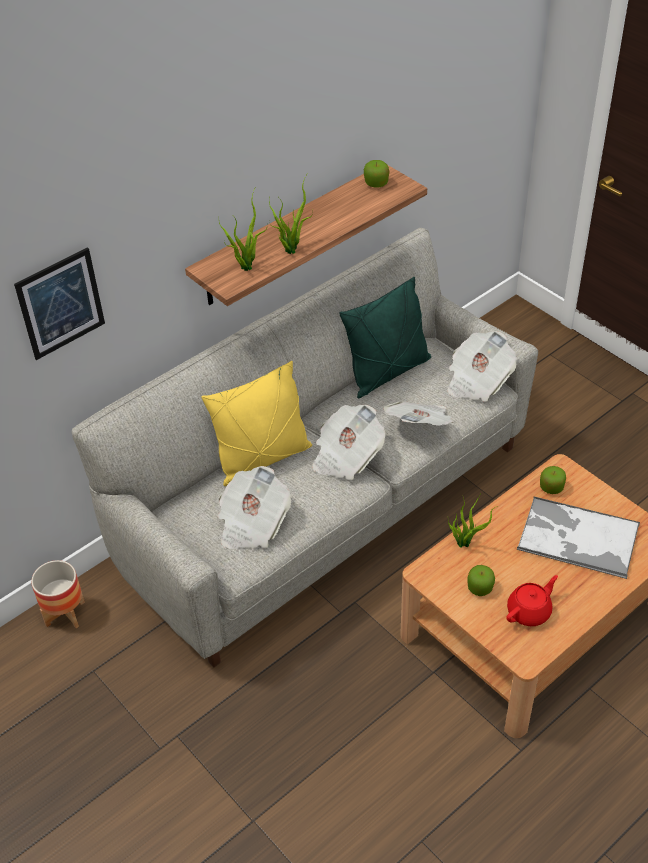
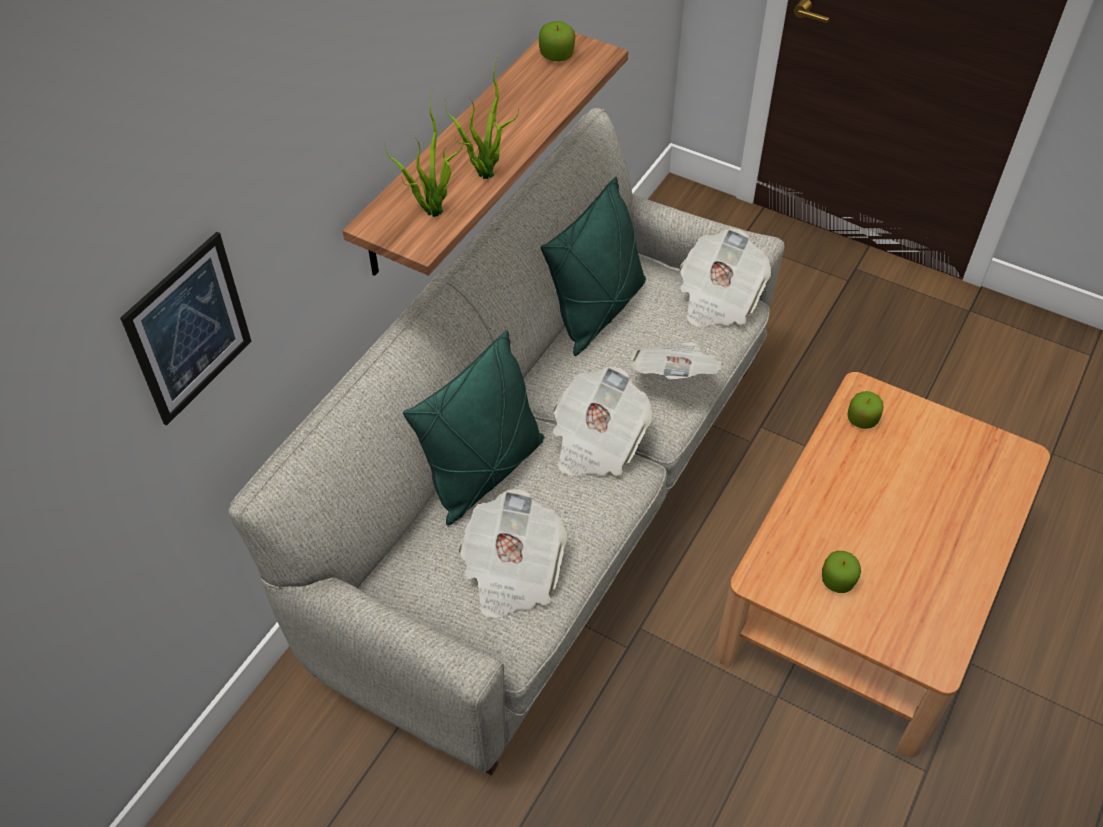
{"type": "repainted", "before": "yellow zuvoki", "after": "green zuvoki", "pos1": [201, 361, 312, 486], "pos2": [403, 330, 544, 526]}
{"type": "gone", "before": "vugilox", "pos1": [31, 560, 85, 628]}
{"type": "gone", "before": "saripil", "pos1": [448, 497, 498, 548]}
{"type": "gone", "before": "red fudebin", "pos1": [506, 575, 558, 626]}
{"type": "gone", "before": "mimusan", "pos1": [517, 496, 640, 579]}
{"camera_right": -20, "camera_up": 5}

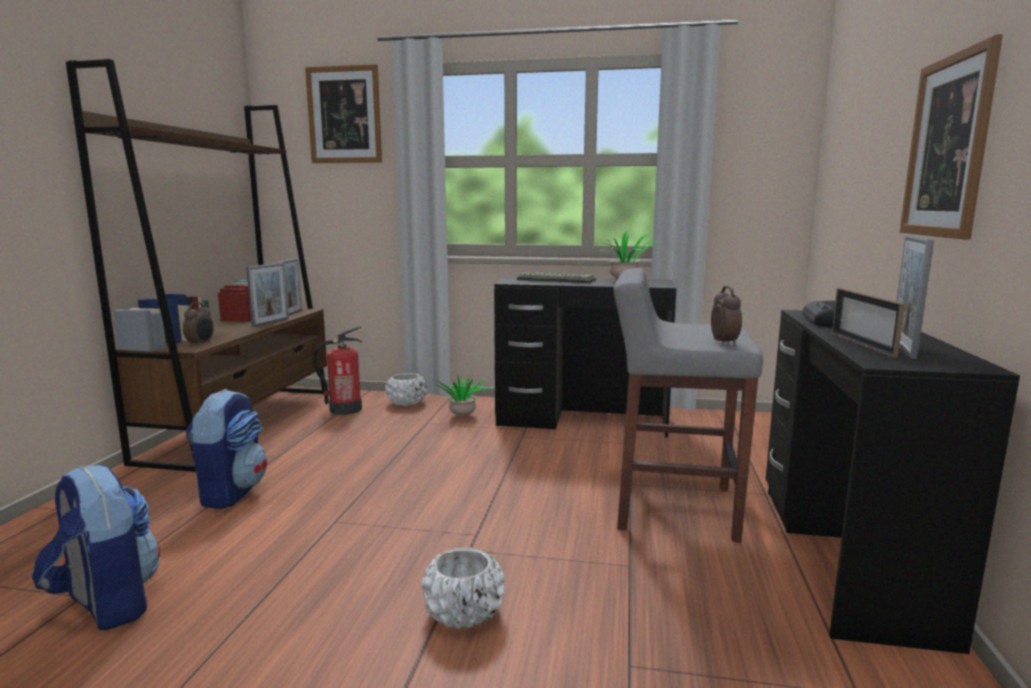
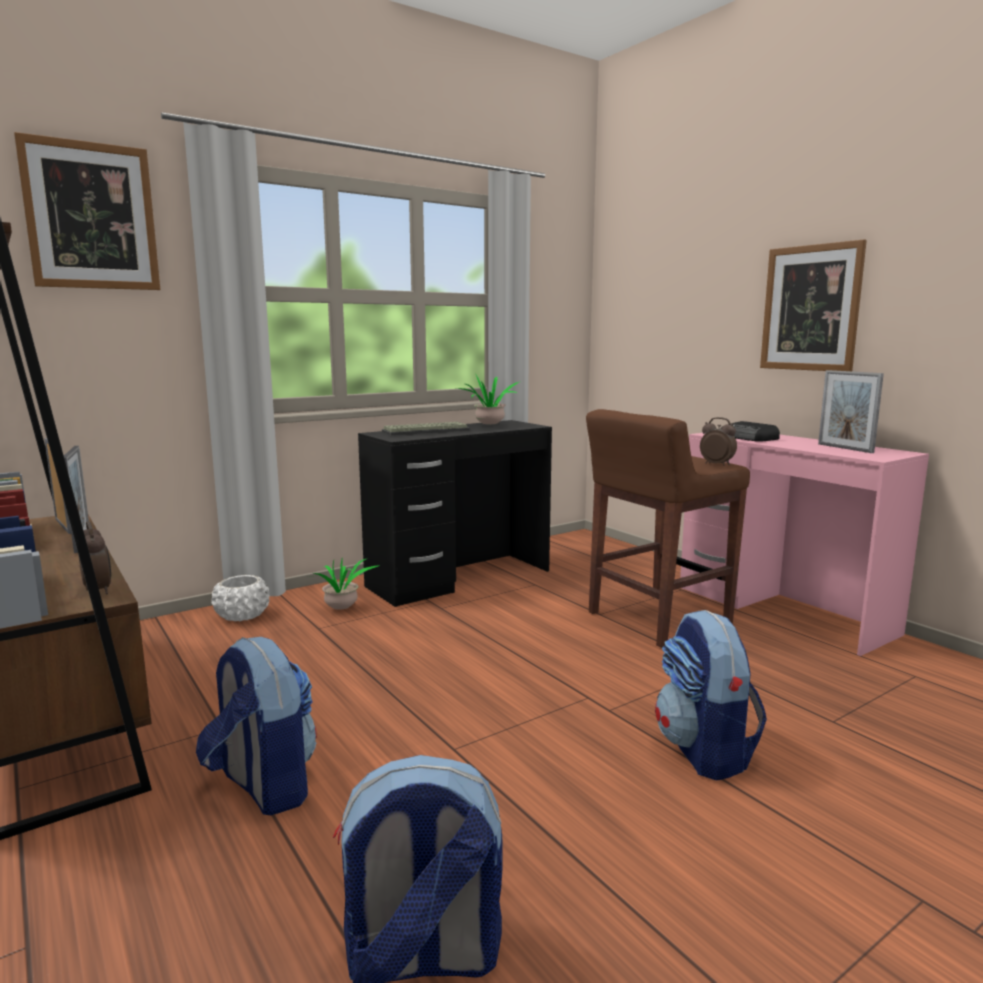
{"type": "repainted", "before": "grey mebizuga", "after": "brown mebizuga", "pos1": [614, 268, 763, 542], "pos2": [586, 409, 750, 648]}
{"type": "swapped", "before": "white vugilox", "after": "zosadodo", "pos1": [421, 547, 505, 629], "pos2": [655, 610, 767, 781]}
{"type": "repainted", "before": "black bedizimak", "after": "pink bedizimak", "pos1": [766, 310, 1020, 654], "pos2": [680, 433, 929, 656]}
{"type": "gone", "before": "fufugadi", "pos1": [313, 326, 362, 415]}
{"type": "gone", "before": "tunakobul", "pos1": [832, 288, 905, 358]}
{"camera_right": -45, "camera_up": 0}

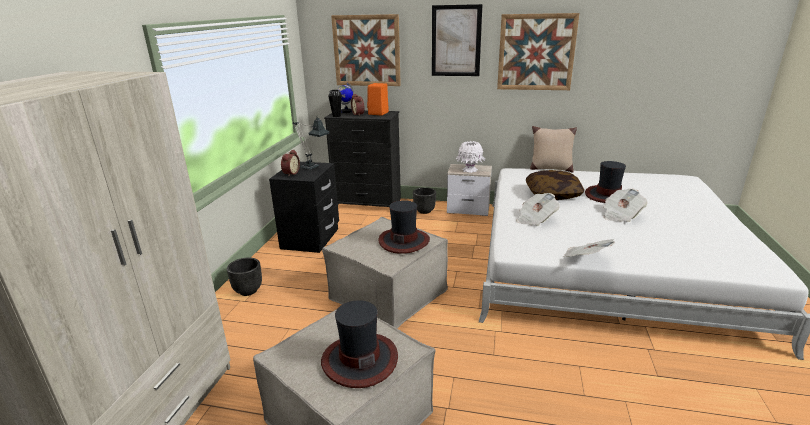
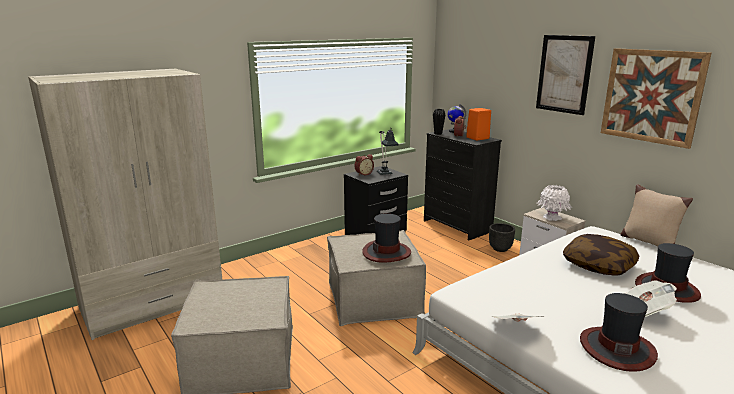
{"type": "shifted", "before": "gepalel", "pos1": [321, 300, 398, 388], "pos2": [580, 293, 658, 372]}
{"type": "gone", "before": "black vugilox", "pos1": [227, 257, 262, 296]}
{"type": "gone", "before": "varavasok", "pos1": [331, 14, 401, 86]}
{"type": "gone", "before": "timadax", "pos1": [516, 193, 560, 226]}
{"camera_right": 40, "camera_up": -5}

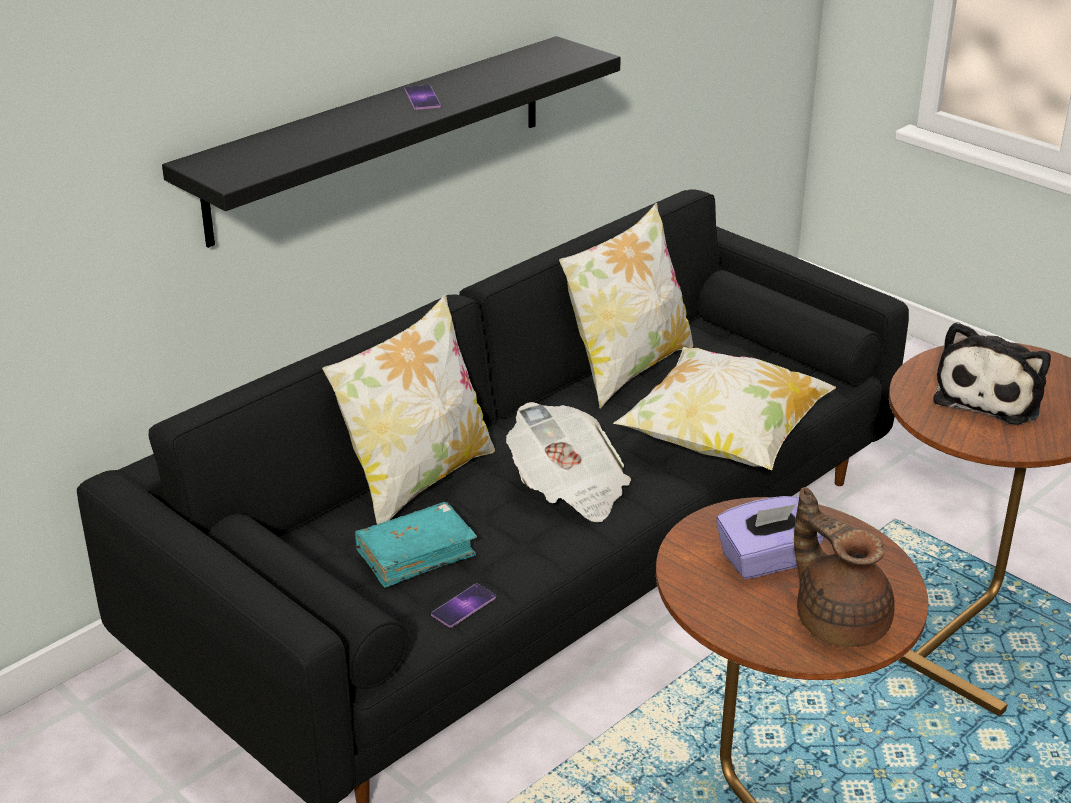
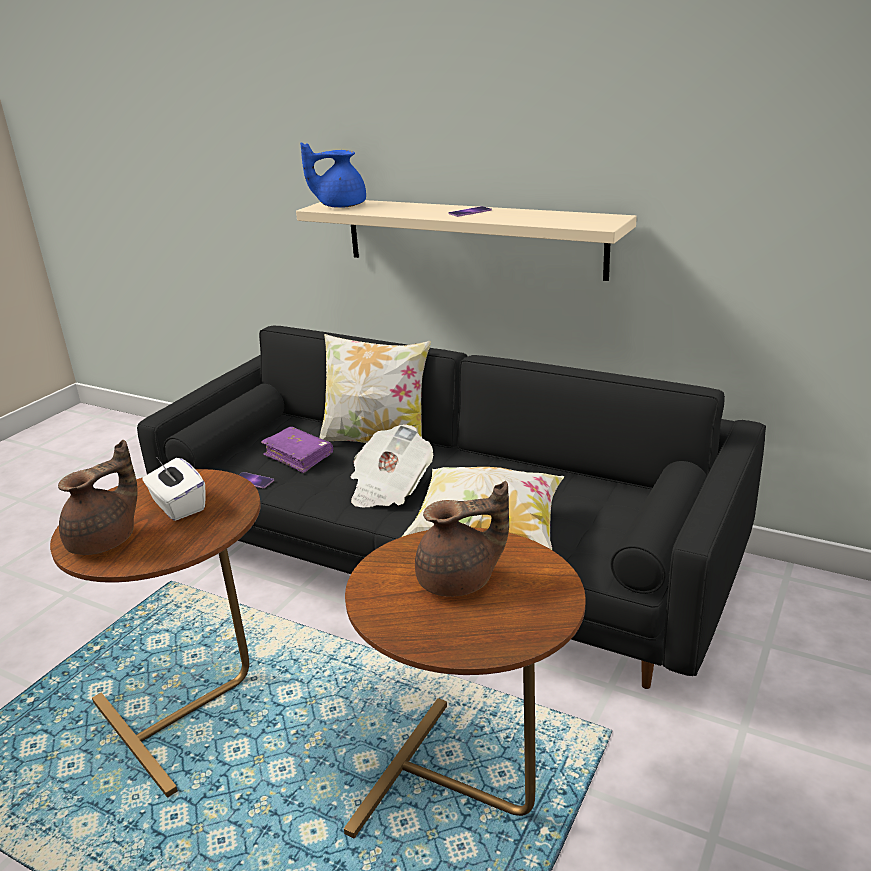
{"type": "repainted", "before": "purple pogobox", "after": "white pogobox", "pos1": [716, 496, 823, 579], "pos2": [142, 458, 206, 521]}
{"type": "repainted", "before": "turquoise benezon", "after": "purple benezon", "pos1": [355, 502, 477, 588], "pos2": [261, 427, 333, 473]}
{"type": "repainted", "before": "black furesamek", "after": "beige furesamek", "pos1": [162, 36, 621, 248], "pos2": [296, 200, 637, 281]}
{"type": "new", "after": "blue fudebin", "pos2": [300, 142, 366, 208]}
{"type": "swapped", "before": "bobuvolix", "after": "brown fudebin", "pos1": [933, 322, 1051, 424], "pos2": [415, 481, 509, 597]}
{"type": "gone", "before": "zuvoki", "pos1": [559, 203, 693, 409]}
{"camera_right": 75, "camera_up": -5}

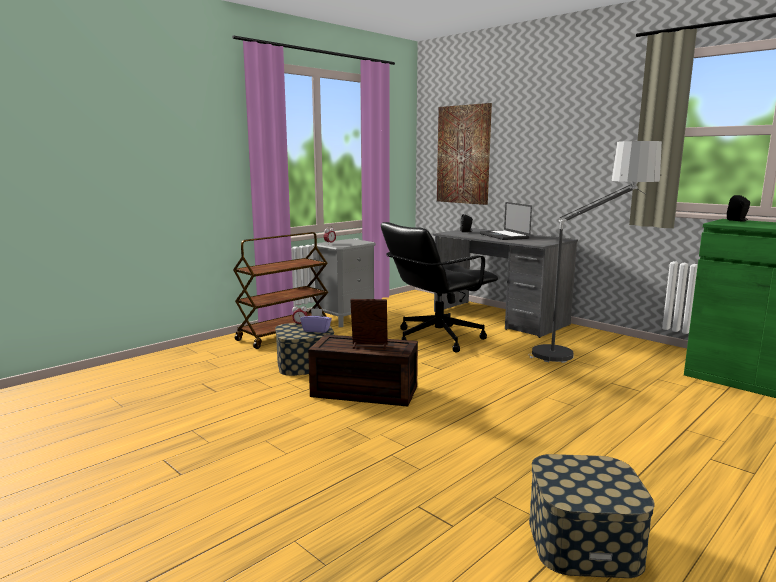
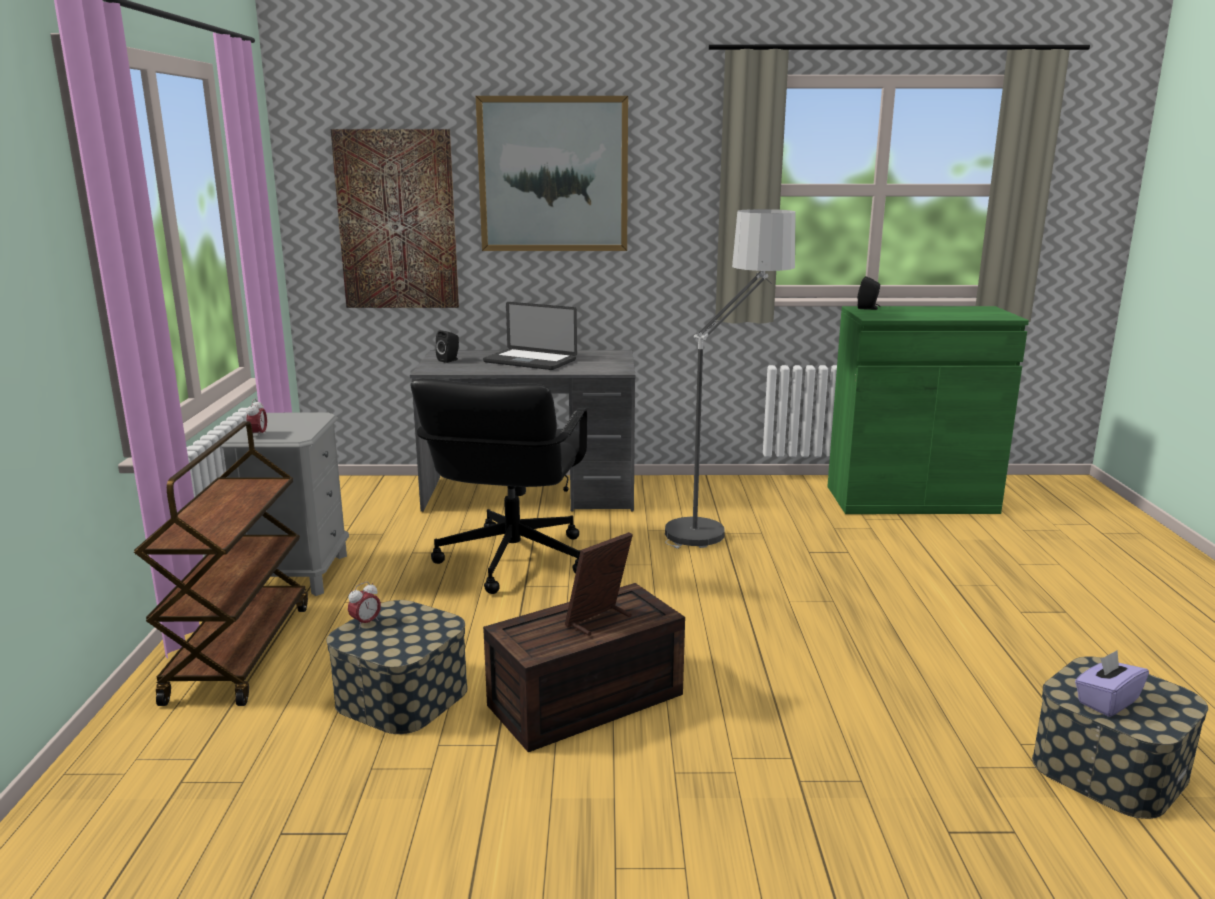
{"type": "new", "after": "varavasok", "pos2": [476, 96, 628, 251]}
{"type": "shifted", "before": "purple pogobox", "pos1": [300, 308, 332, 333], "pos2": [1075, 650, 1149, 717]}
{"camera_right": -45, "camera_up": 5}

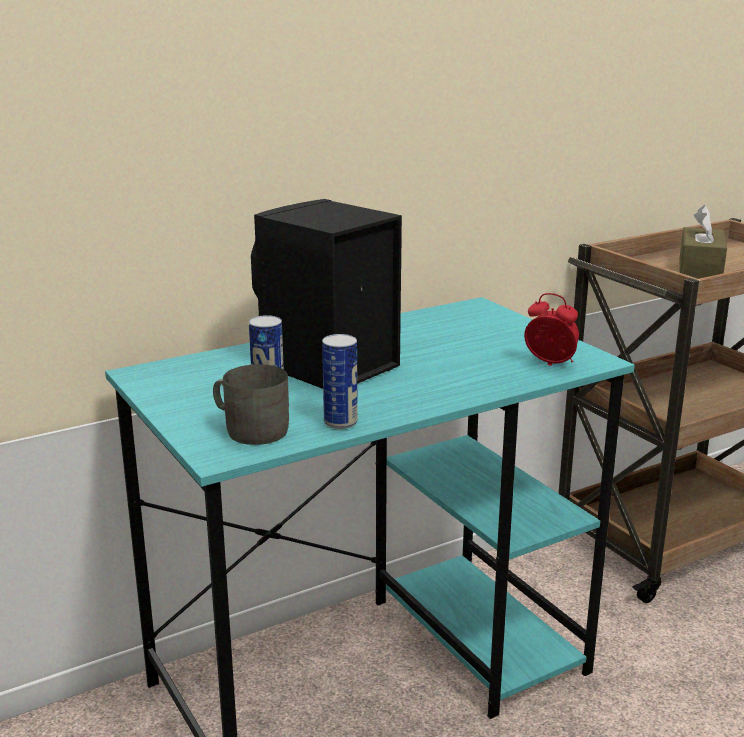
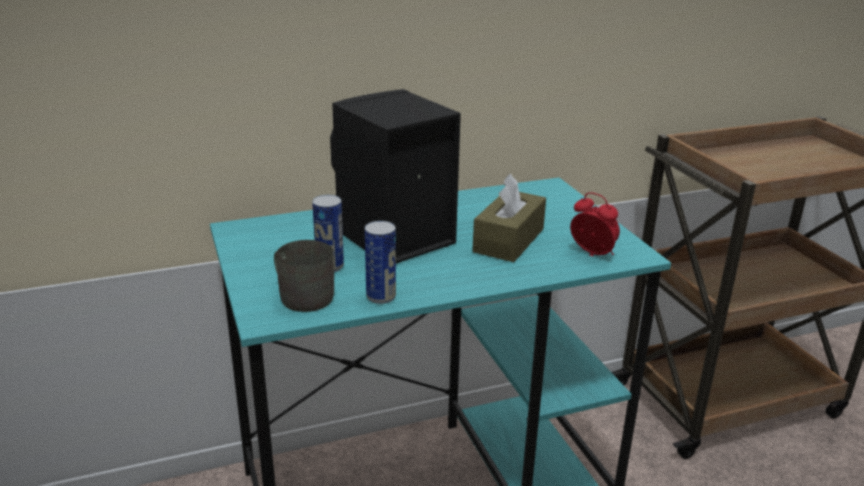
{"type": "shifted", "before": "brown pogobox", "pos1": [680, 205, 727, 279], "pos2": [472, 173, 546, 262]}
{"camera_right": 10, "camera_up": 5}

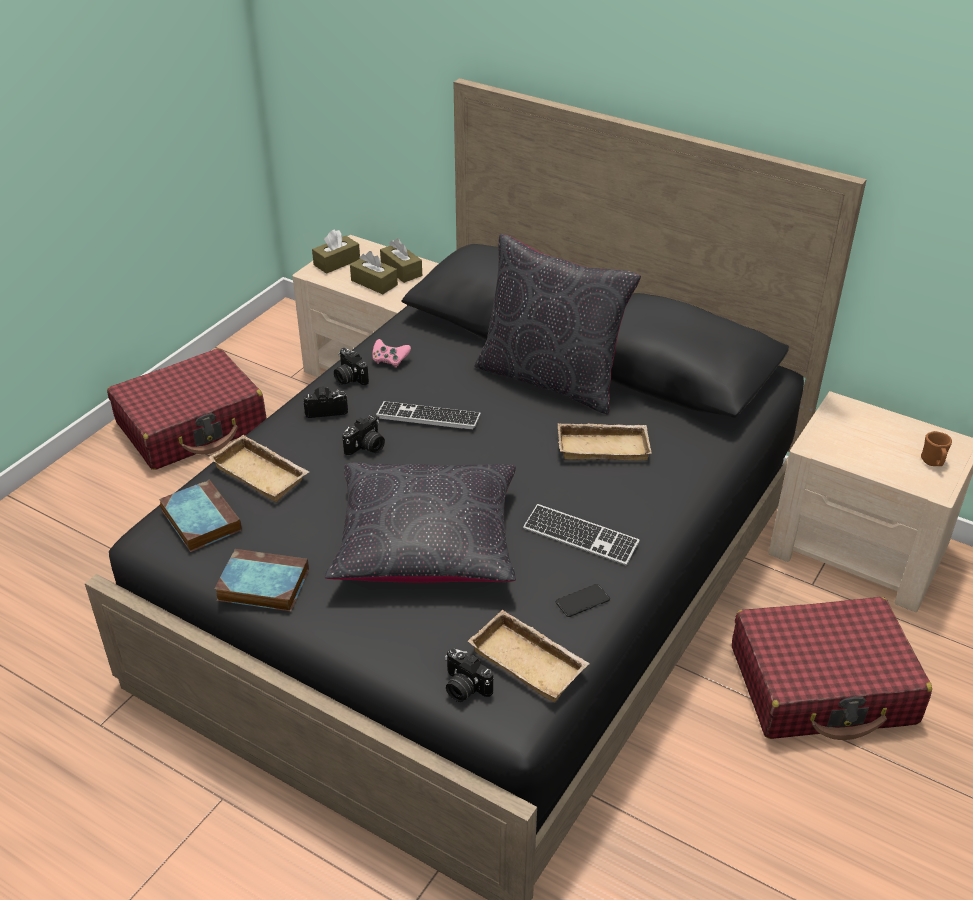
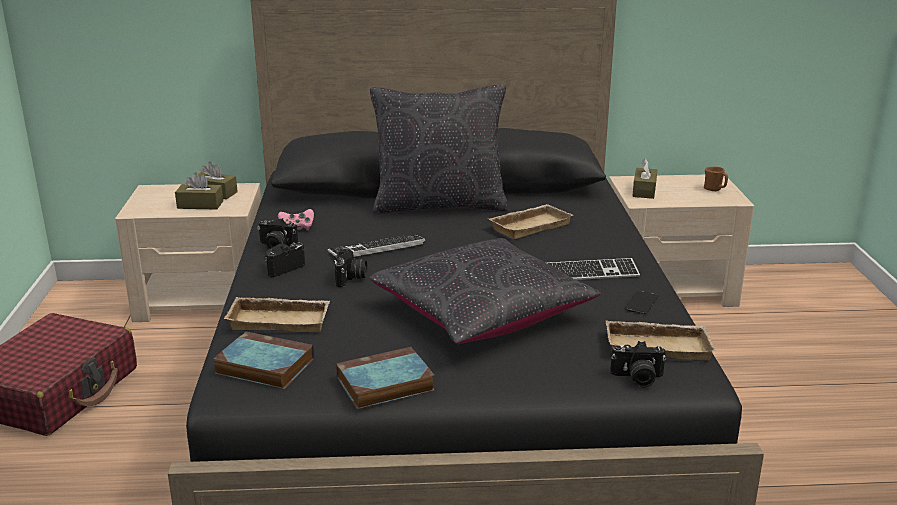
{"type": "shifted", "before": "brown pogobox", "pos1": [312, 230, 360, 274], "pos2": [632, 158, 657, 199]}
{"type": "gone", "before": "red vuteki", "pos1": [732, 597, 932, 740]}
{"camera_right": -35, "camera_up": -15}

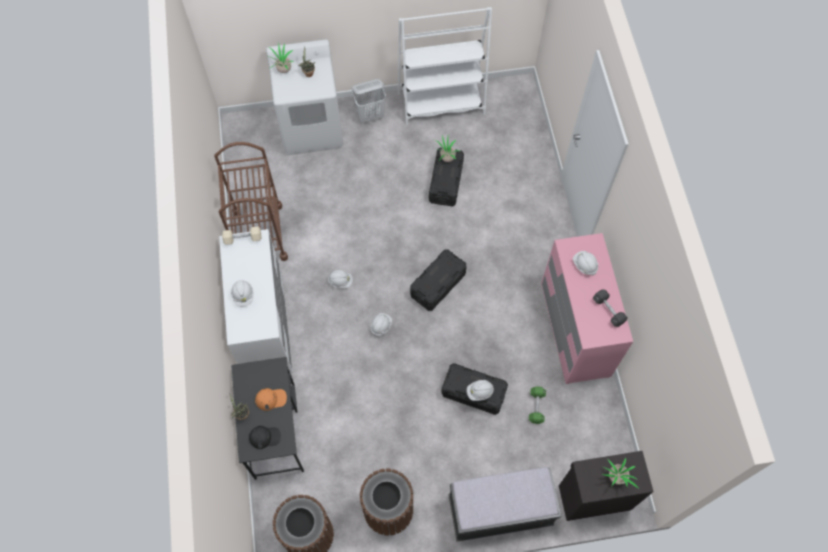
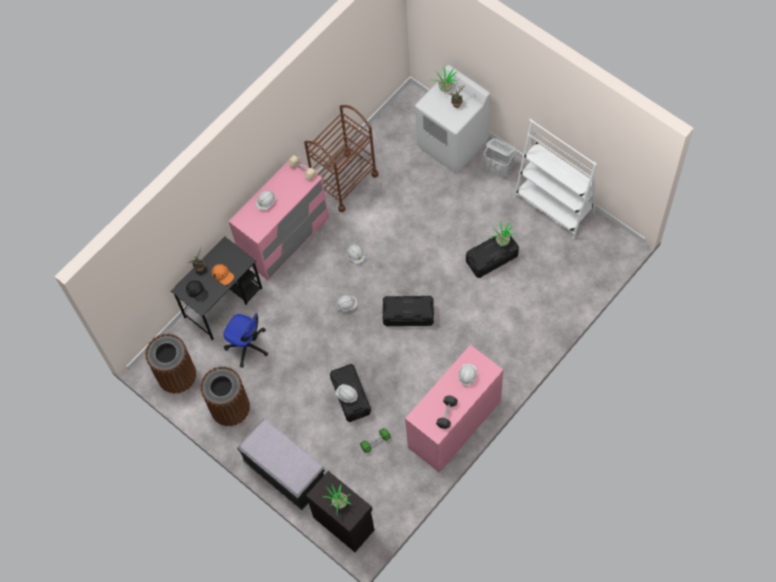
{"type": "new", "after": "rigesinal", "pos2": [223, 313, 269, 368]}
{"type": "repainted", "before": "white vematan", "after": "pink vematan", "pos1": [219, 229, 293, 374], "pos2": [228, 161, 329, 281]}
{"camera_right": 55, "camera_up": 0}

